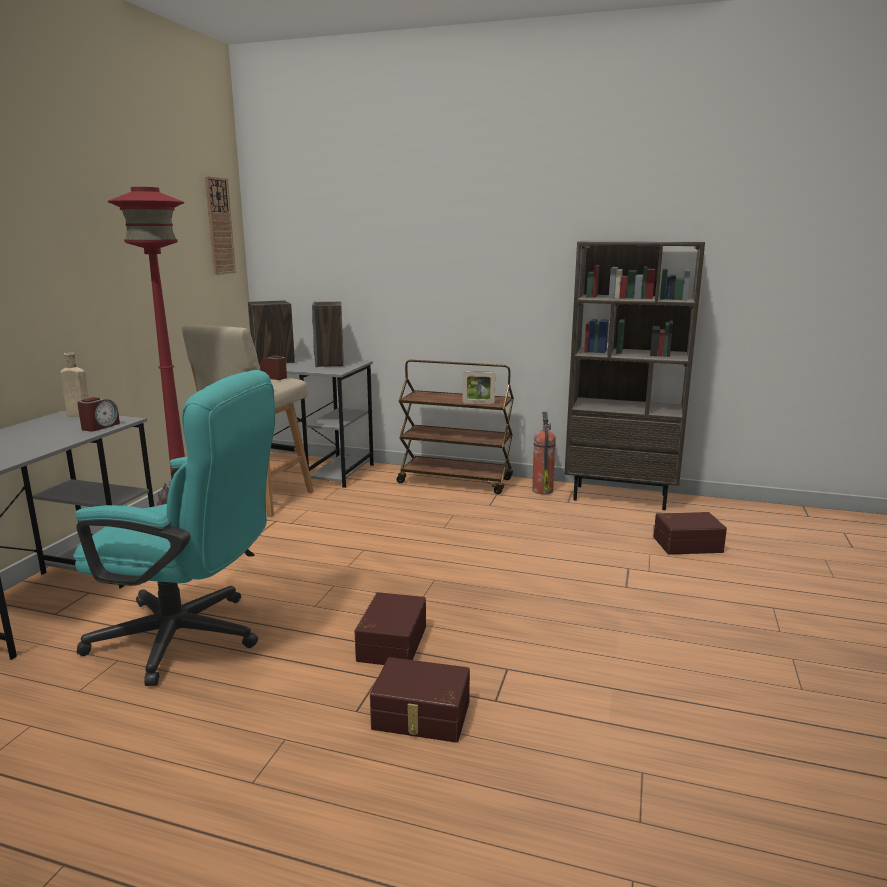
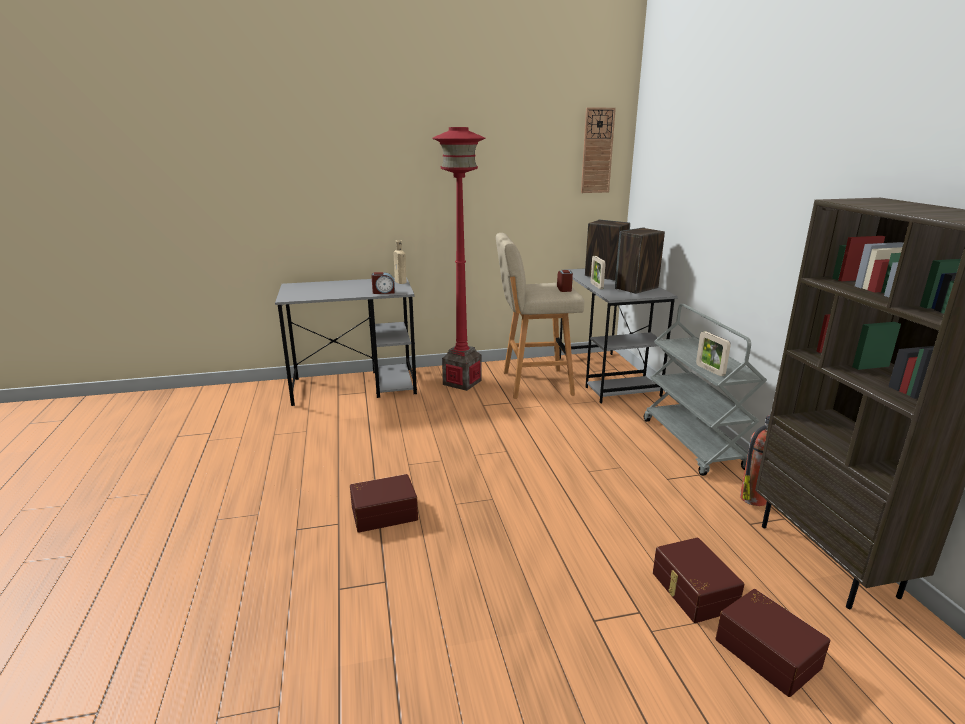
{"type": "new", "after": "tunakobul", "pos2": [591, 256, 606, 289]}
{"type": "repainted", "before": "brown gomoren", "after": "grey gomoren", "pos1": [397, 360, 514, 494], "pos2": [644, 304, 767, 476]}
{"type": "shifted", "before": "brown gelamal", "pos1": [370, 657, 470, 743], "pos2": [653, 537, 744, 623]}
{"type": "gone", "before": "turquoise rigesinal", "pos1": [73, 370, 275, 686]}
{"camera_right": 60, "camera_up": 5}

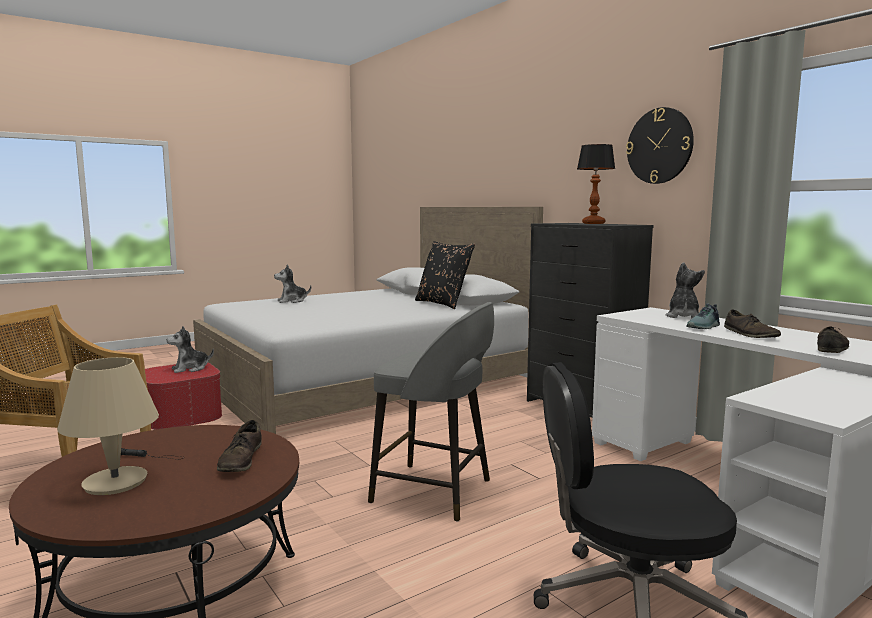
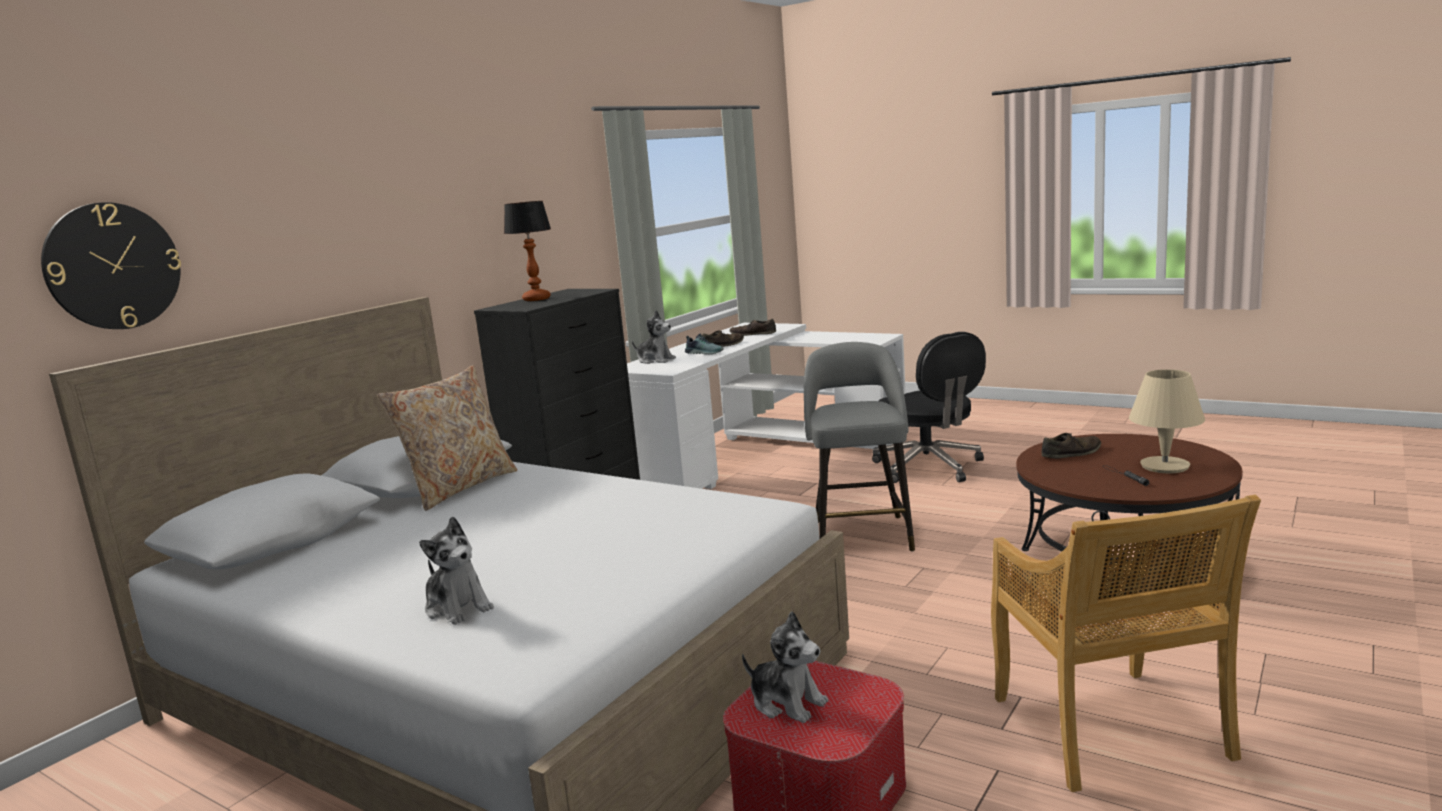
{"type": "shifted", "before": "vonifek", "pos1": [626, 107, 694, 184], "pos2": [41, 202, 181, 329]}
{"type": "repainted", "before": "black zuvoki", "after": "beige zuvoki", "pos1": [415, 241, 475, 309], "pos2": [377, 365, 517, 511]}
{"type": "rotated", "before": "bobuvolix", "pos1": [665, 263, 705, 318], "pos2": [632, 310, 676, 364], "turn": -150}
{"camera_right": -110, "camera_up": 5}

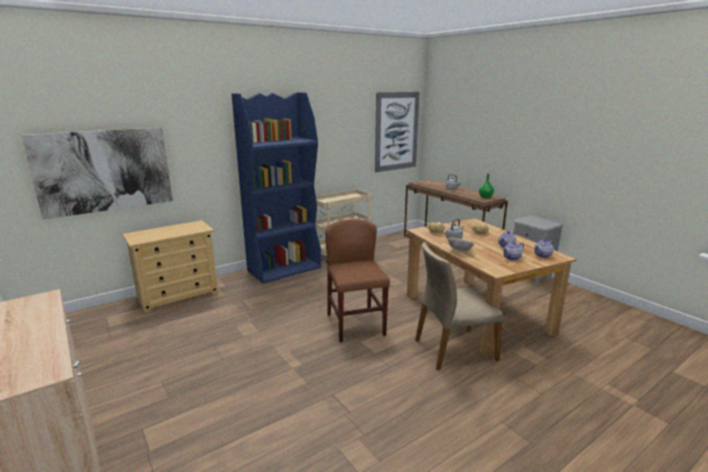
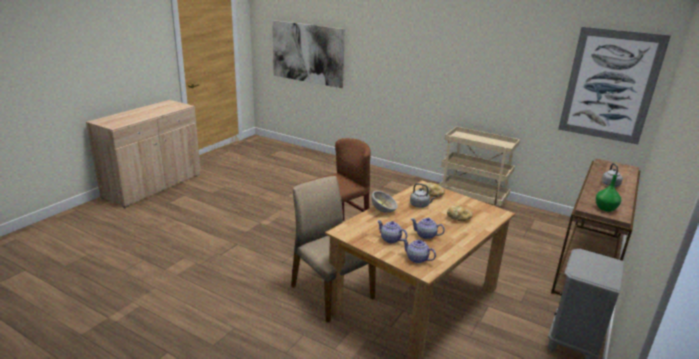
{"type": "gone", "before": "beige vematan", "pos1": [122, 220, 218, 313]}
{"type": "gone", "before": "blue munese", "pos1": [232, 92, 321, 284]}
{"camera_right": 65, "camera_up": 5}

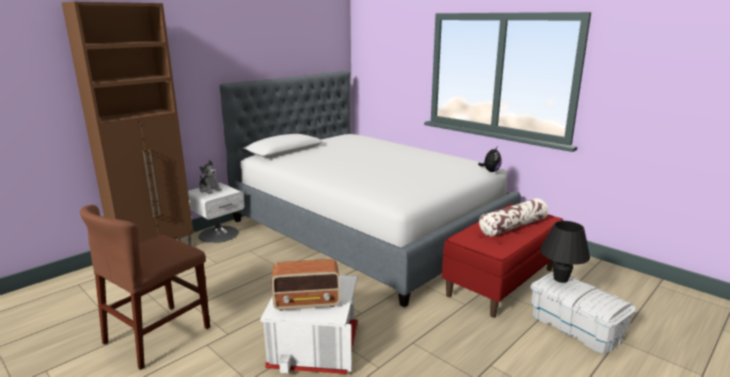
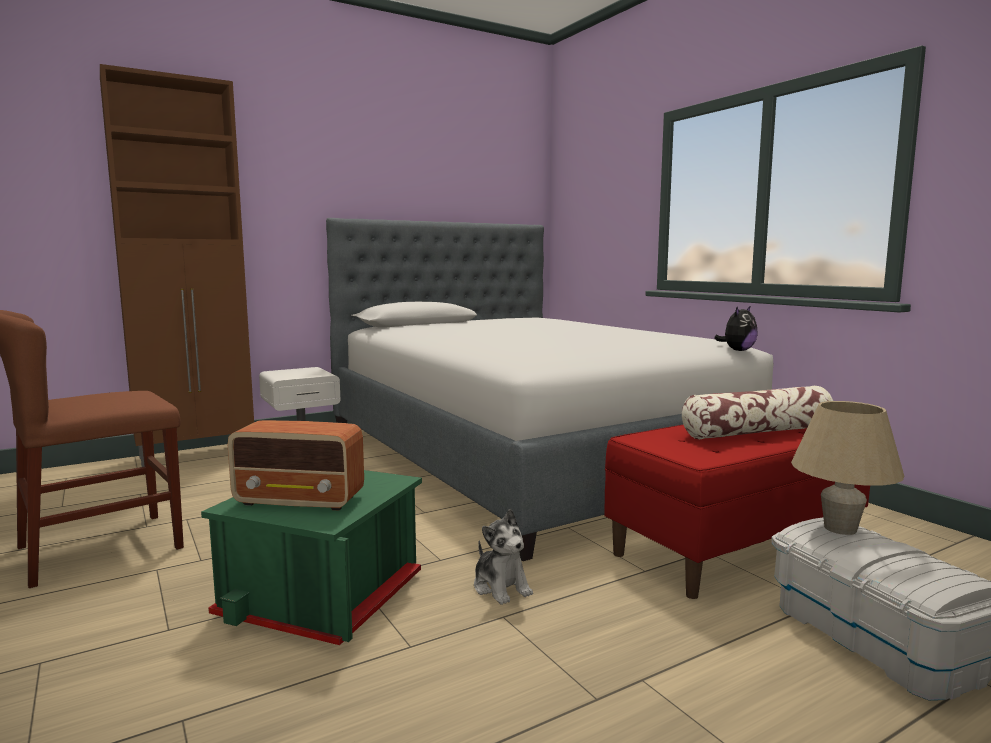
{"type": "repainted", "before": "white gelamal", "after": "green gelamal", "pos1": [260, 275, 358, 374], "pos2": [201, 470, 422, 645]}
{"type": "shifted", "before": "bobuvolix", "pos1": [199, 160, 222, 194], "pos2": [474, 509, 533, 605]}
{"type": "repainted", "before": "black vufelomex", "after": "beige vufelomex", "pos1": [540, 221, 590, 283], "pos2": [791, 401, 904, 535]}
{"camera_right": 15, "camera_up": -10}

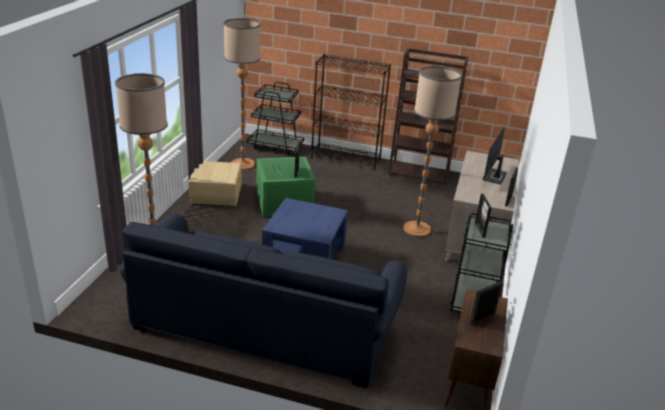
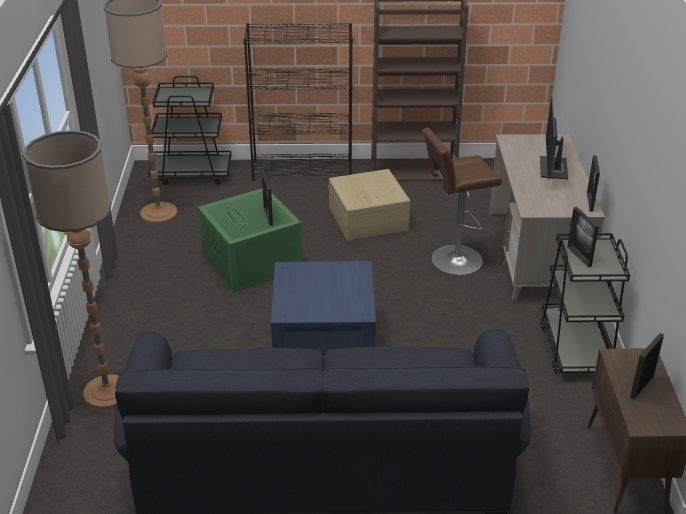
{"type": "shifted", "before": "beige gelamal", "pos1": [189, 161, 242, 206], "pos2": [328, 169, 410, 240]}
{"type": "swapped", "before": "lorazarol", "after": "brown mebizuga", "pos1": [403, 66, 462, 237], "pos2": [422, 127, 502, 275]}
{"camera_right": -15, "camera_up": 5}

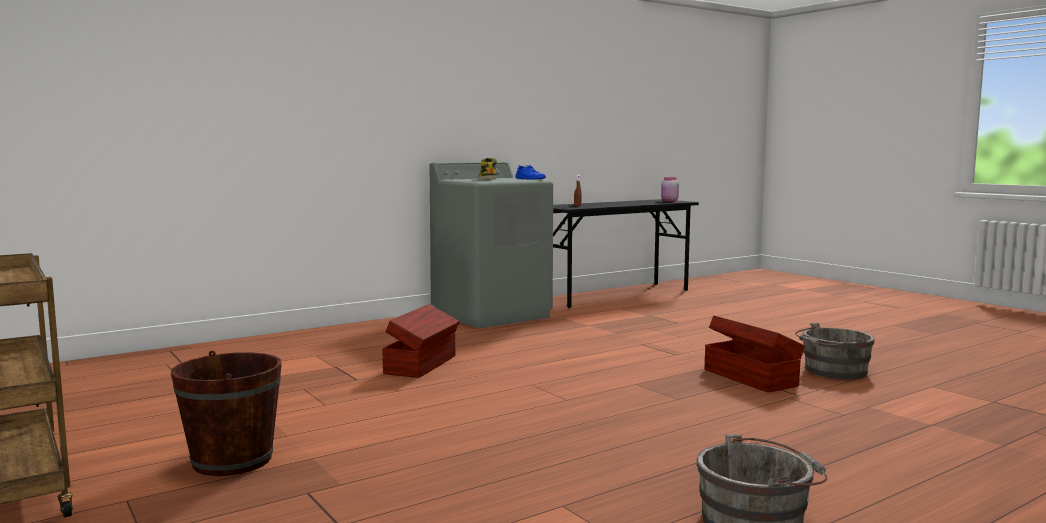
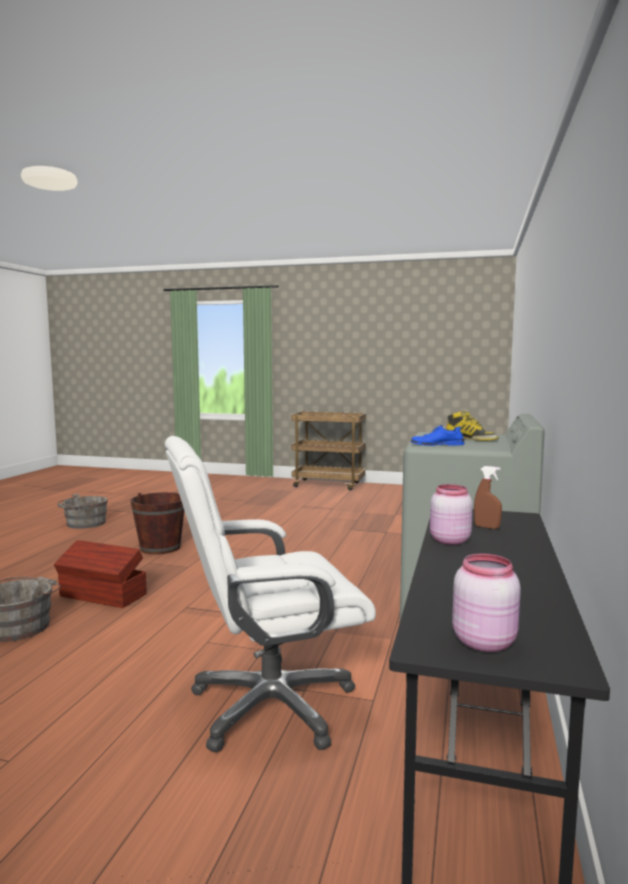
{"type": "shifted", "before": "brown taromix", "pos1": [171, 350, 282, 476], "pos2": [130, 492, 184, 555]}
{"type": "new", "after": "white rigesinal", "pos2": [165, 436, 376, 752]}
{"type": "new", "after": "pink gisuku", "pos2": [430, 484, 473, 545]}
{"type": "gone", "before": "brown gelamal", "pos1": [382, 304, 460, 378]}
{"camera_right": 140, "camera_up": 0}

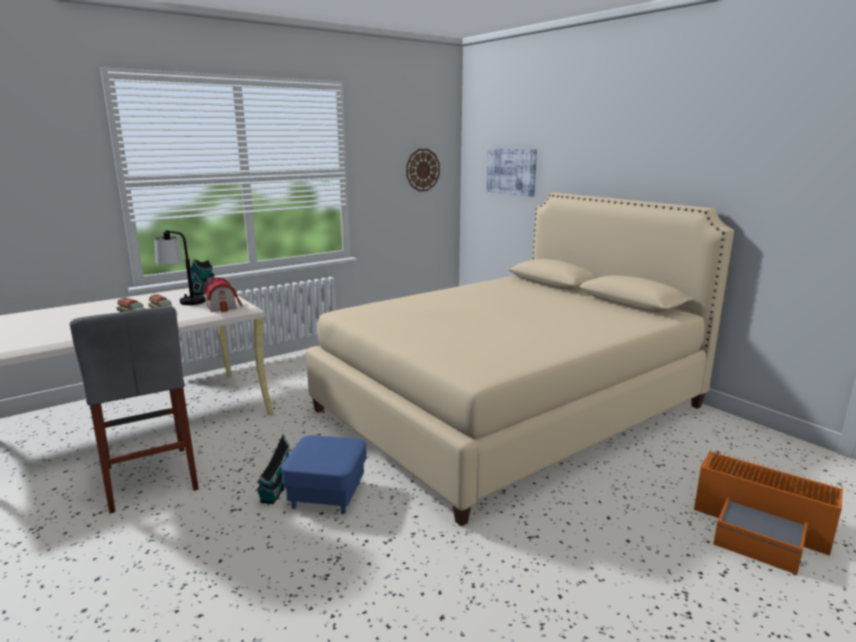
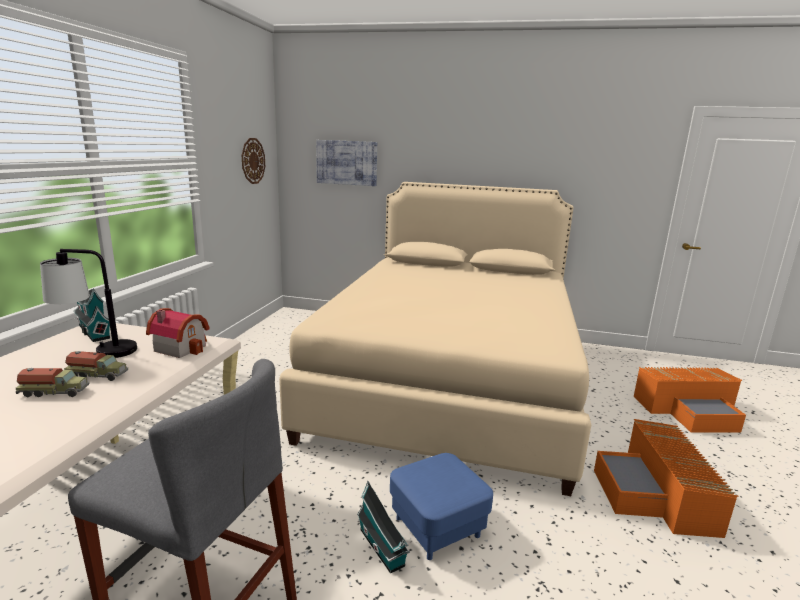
{"type": "new", "after": "orange gelamal", "pos2": [594, 419, 738, 538]}
{"camera_right": -40, "camera_up": 0}

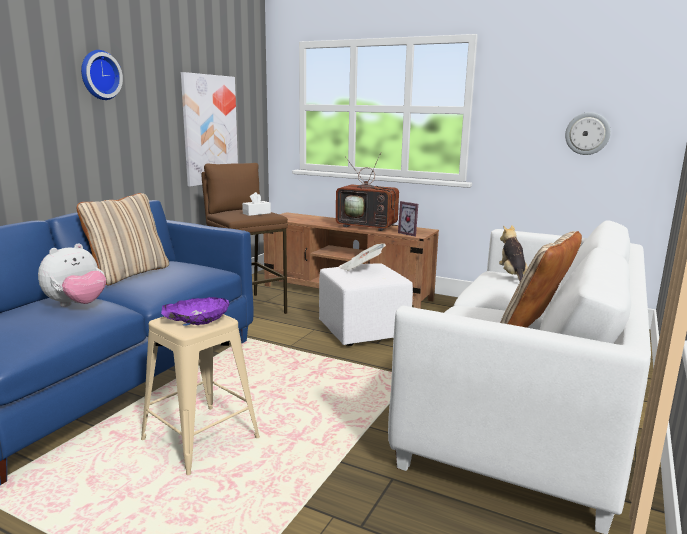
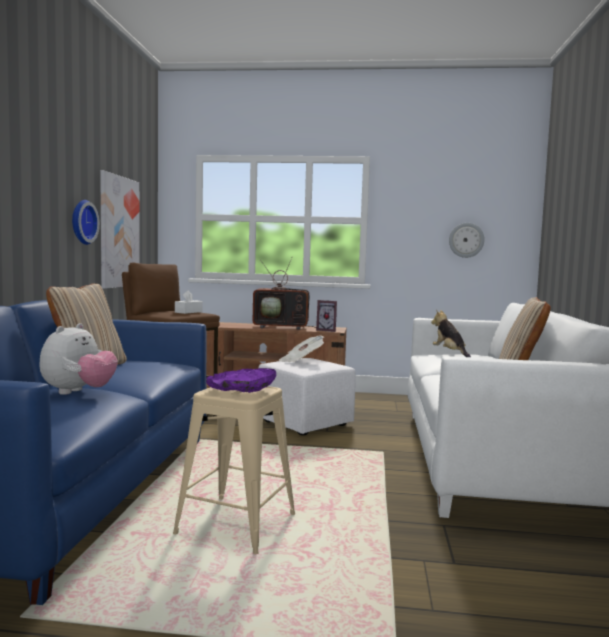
{"type": "shifted", "before": "vonifek", "pos1": [81, 50, 123, 100], "pos2": [72, 200, 100, 245]}
{"camera_right": -20, "camera_up": -10}

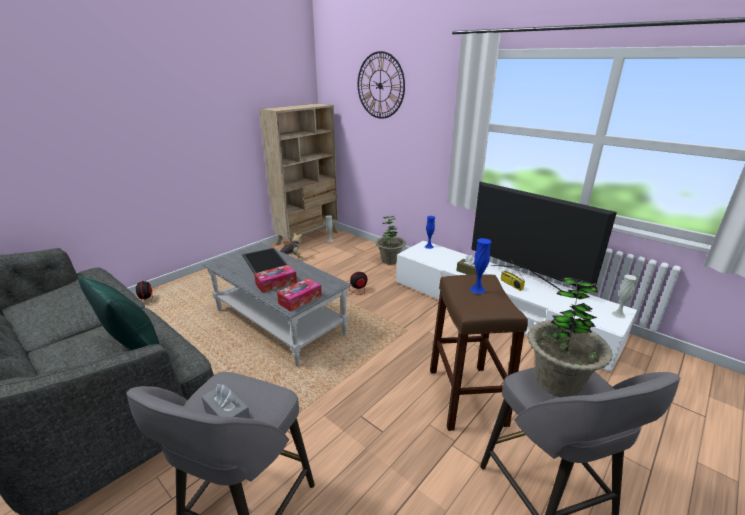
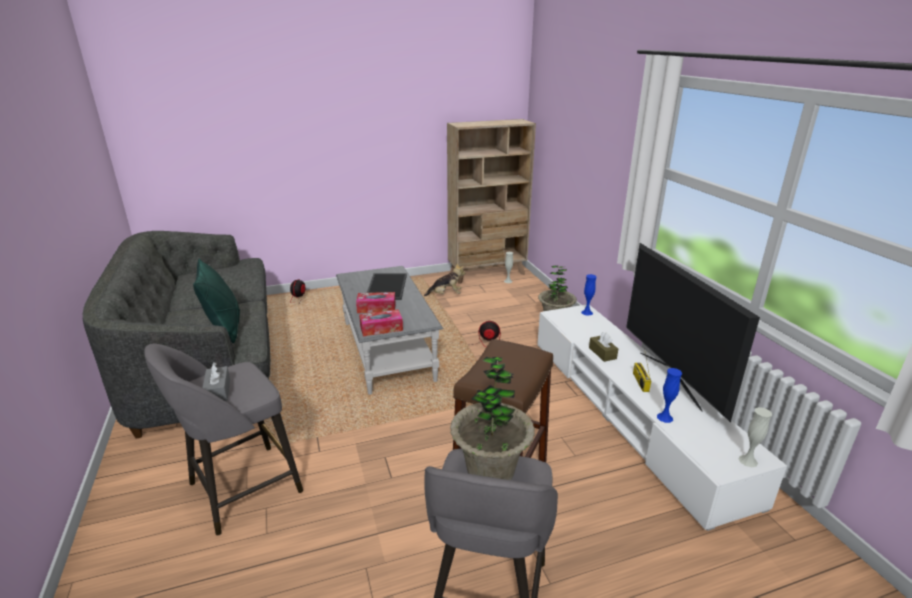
{"type": "shifted", "before": "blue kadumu", "pos1": [470, 238, 491, 294], "pos2": [657, 368, 682, 423]}
{"type": "gone", "before": "vonifek", "pos1": [358, 51, 405, 119]}
{"camera_right": 30, "camera_up": 0}

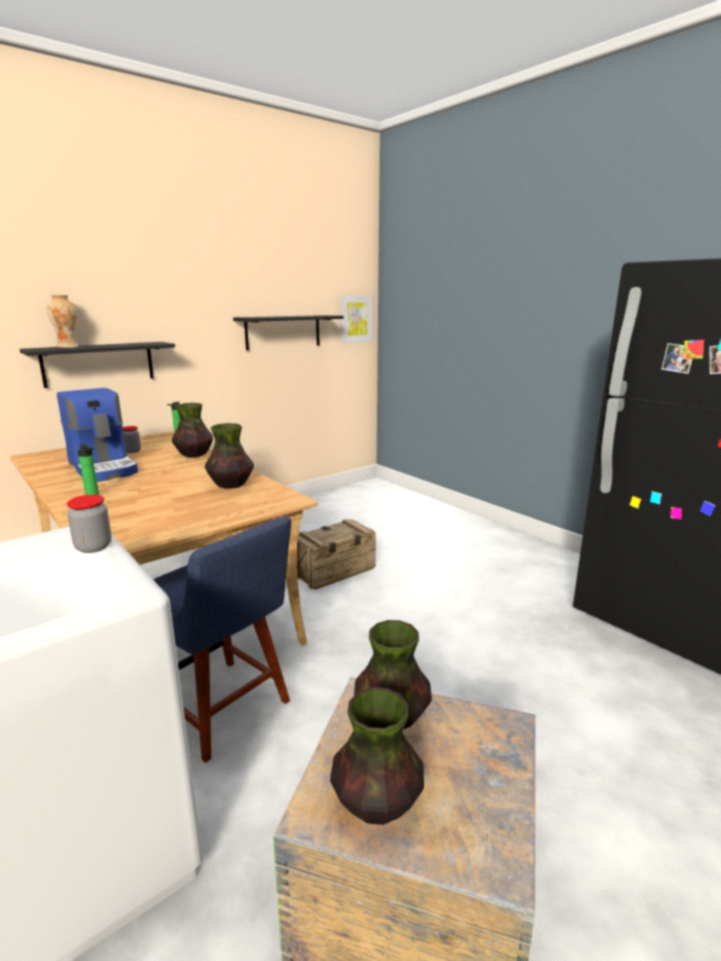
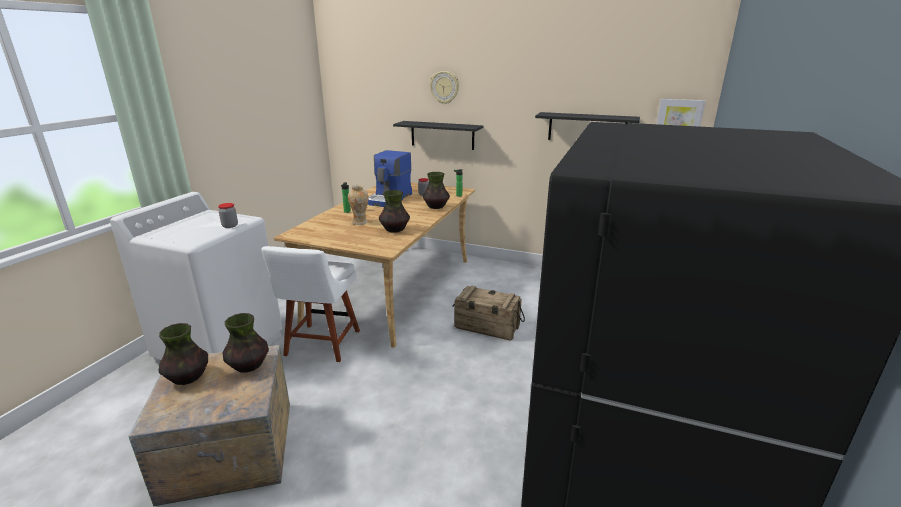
{"type": "repainted", "before": "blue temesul", "after": "white temesul", "pos1": [153, 516, 291, 763], "pos2": [261, 246, 360, 362]}
{"type": "shifted", "before": "kadumu", "pos1": [47, 295, 79, 348], "pos2": [348, 185, 369, 225]}
{"type": "new", "after": "vonifek", "pos2": [430, 71, 459, 104]}
{"camera_right": 60, "camera_up": 5}

